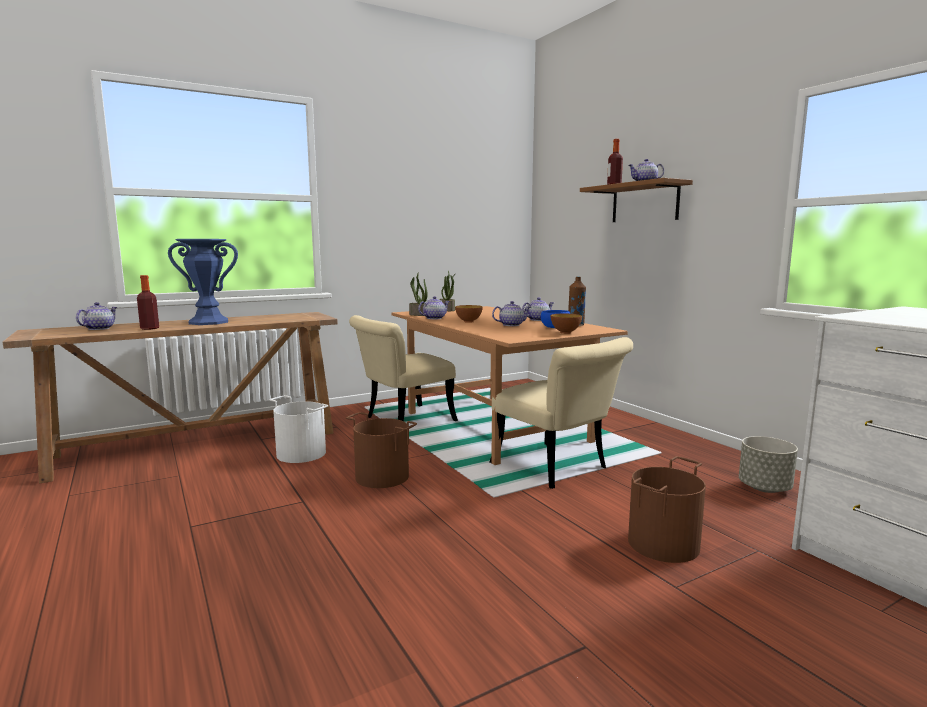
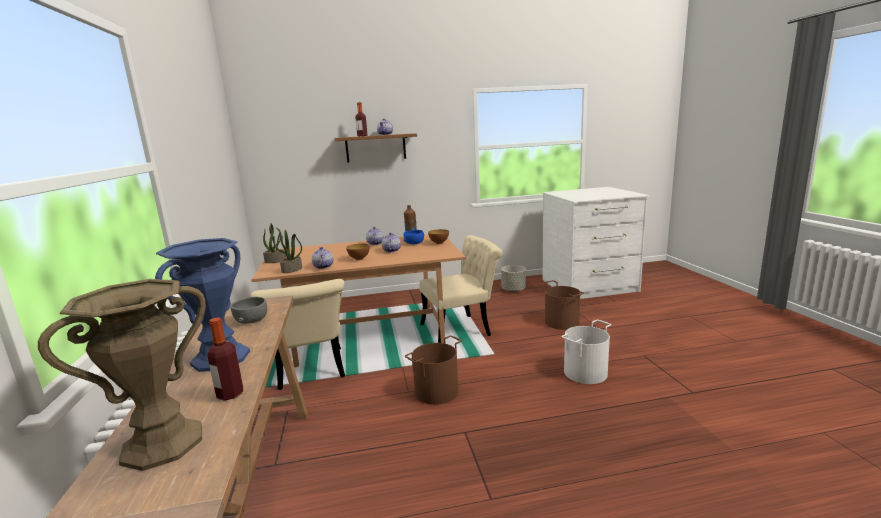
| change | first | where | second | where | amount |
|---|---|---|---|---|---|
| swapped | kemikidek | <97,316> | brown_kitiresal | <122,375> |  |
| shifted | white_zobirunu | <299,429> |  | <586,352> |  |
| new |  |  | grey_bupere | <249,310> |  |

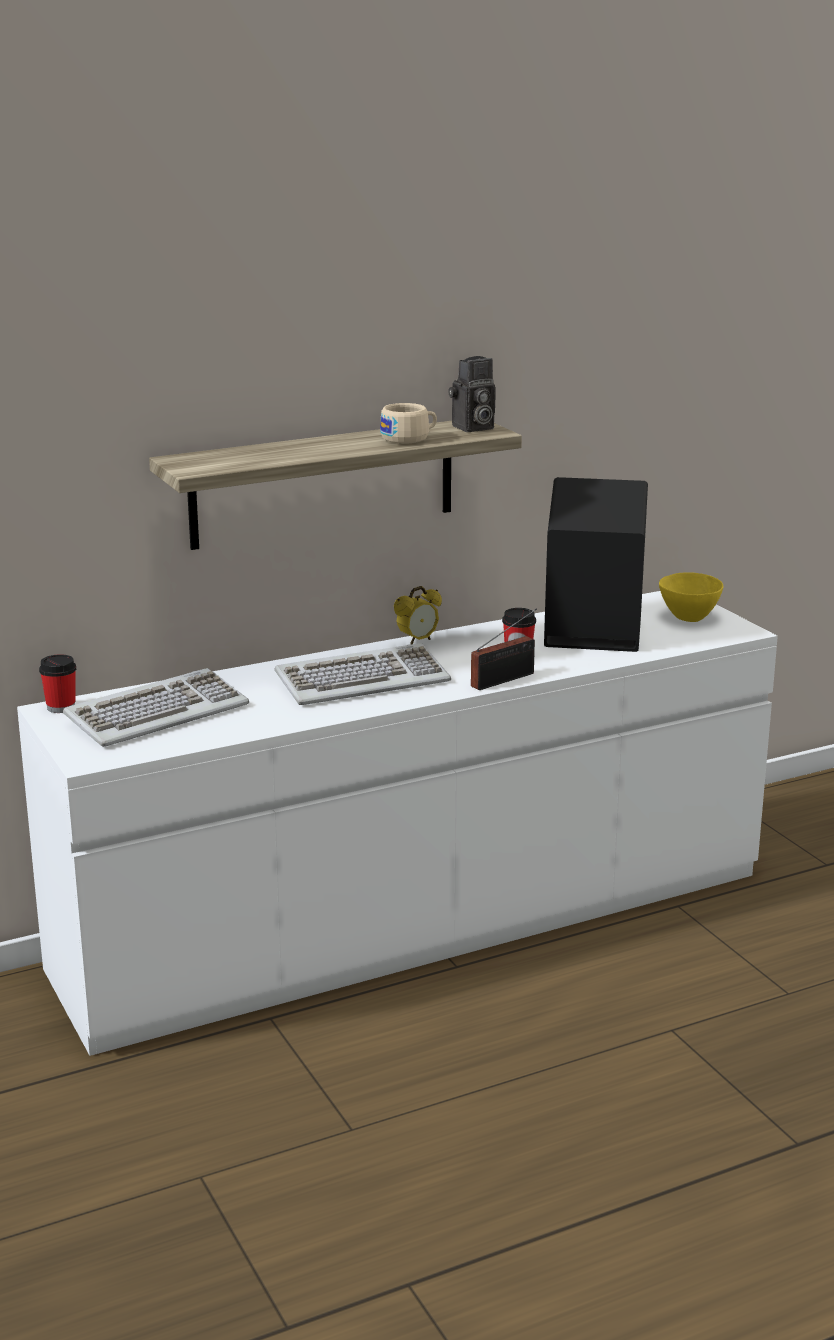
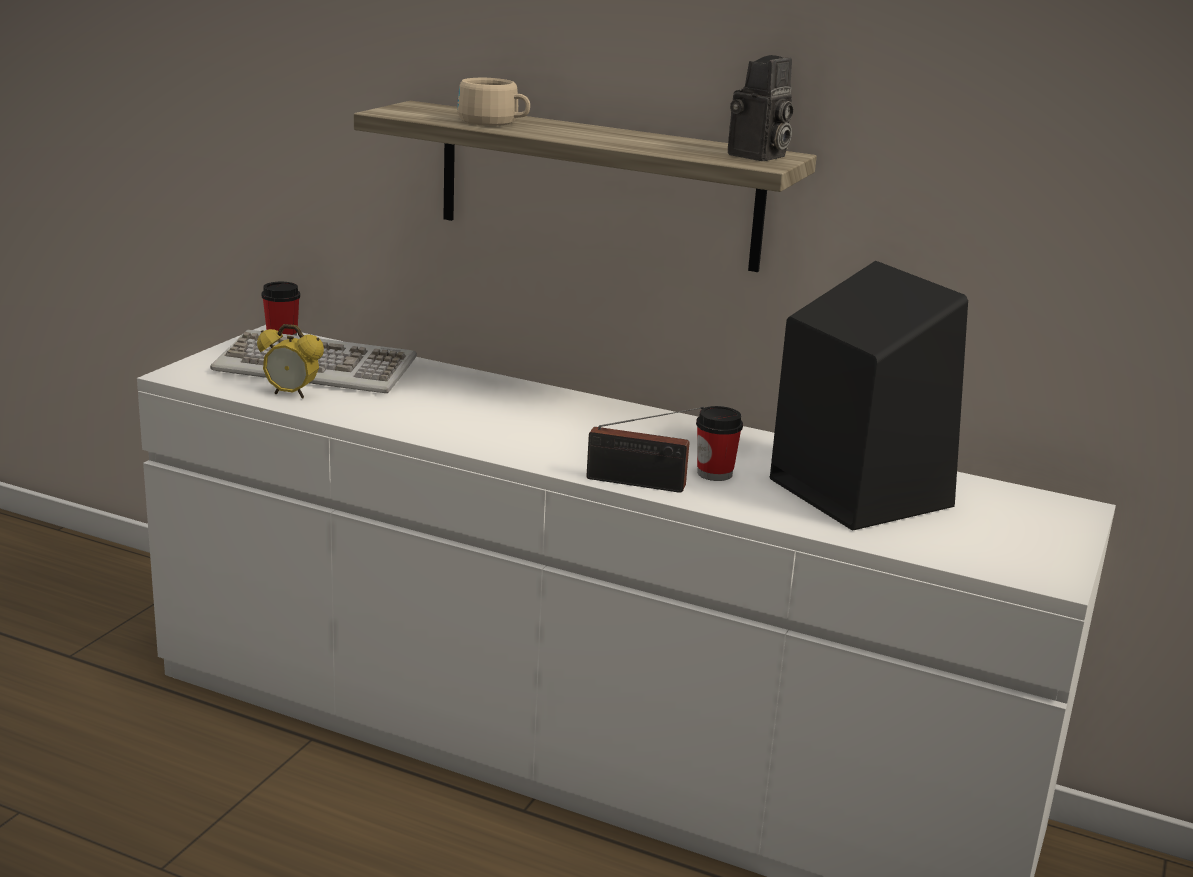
| change | first | where | second | where | amount |
|---|---|---|---|---|---|
| gone | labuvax | <362,674> |  |  |  |
| shifted | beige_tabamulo | <408,423> |  | <493,102> |  |
| shifted | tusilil | <418,615> |  | <290,361> |  |
| rotated | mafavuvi | <472,394> |  | <760,108> | 75 degrees counterclockwise |
| gone | yellow_bupere | <691,597> |  |  |  |

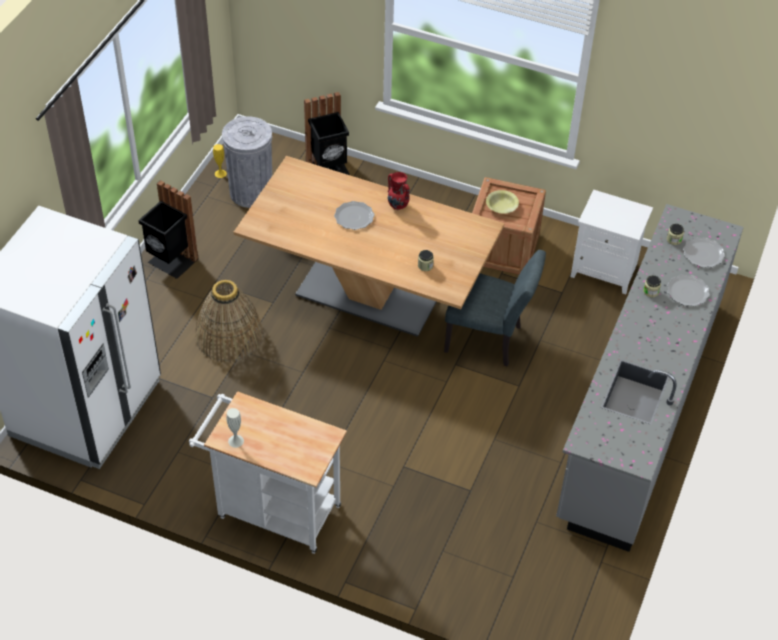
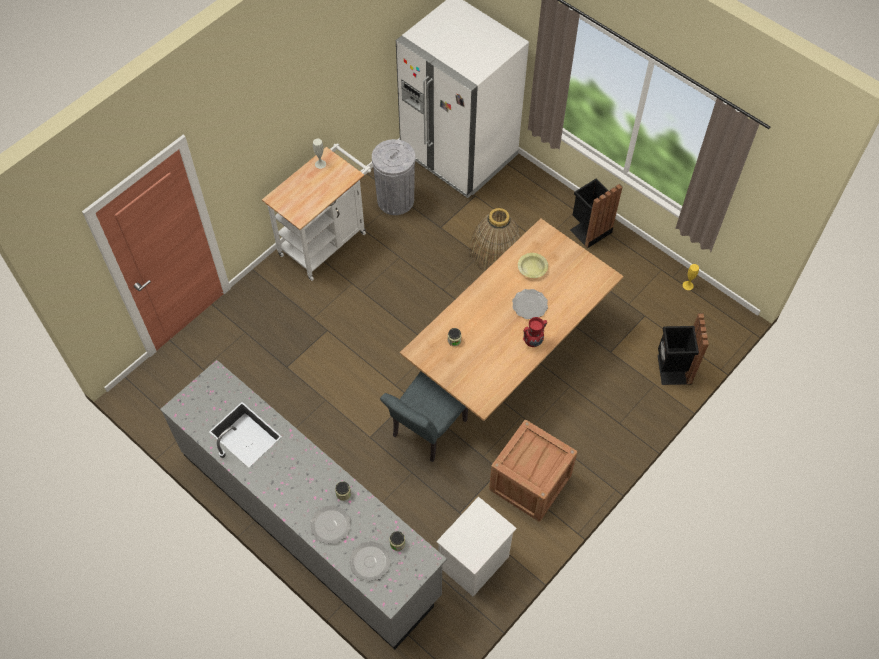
| change | first | where | second | where | amount |
|---|---|---|---|---|---|
| shifted | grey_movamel | <247,162> |  | <393,177> |  |
| shifted | yellow_bupere | <502,202> |  | <533,265> |  |

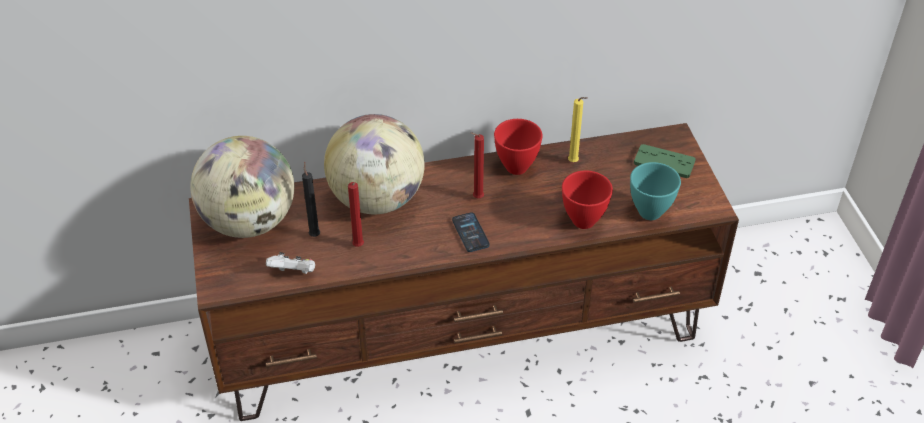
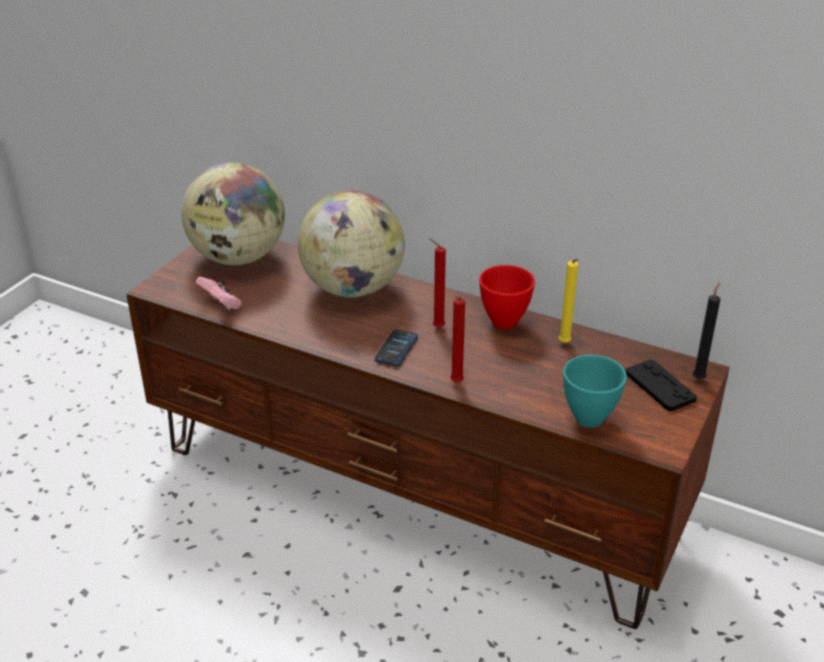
| change | first | where | second | where | amount |
|---|---|---|---|---|---|
| repainted | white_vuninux | <290,263> | pink_vuninux | <219,293> |  |
| shifted | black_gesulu | <311,199> |  | <707,331> |  |
| shifted | red_gesulu | <356,214> |  | <457,339> |  |
| gone | red_bupere | <587,199> |  |  |  |
| repainted | green_vuninux | <665,161> | black_vuninux | <661,385> |  |

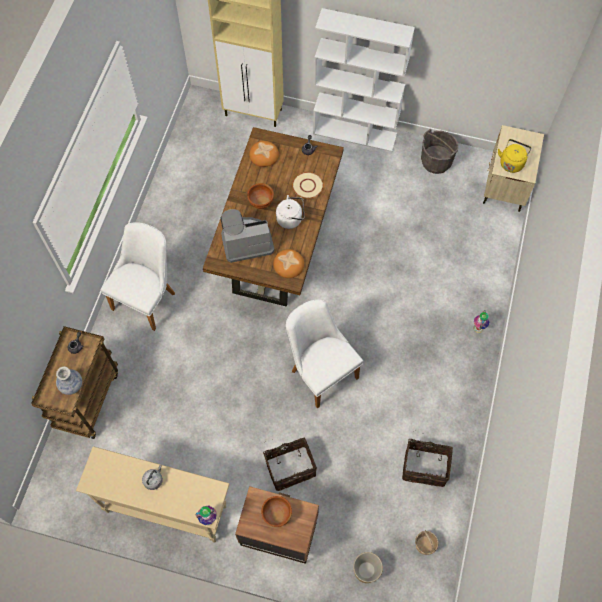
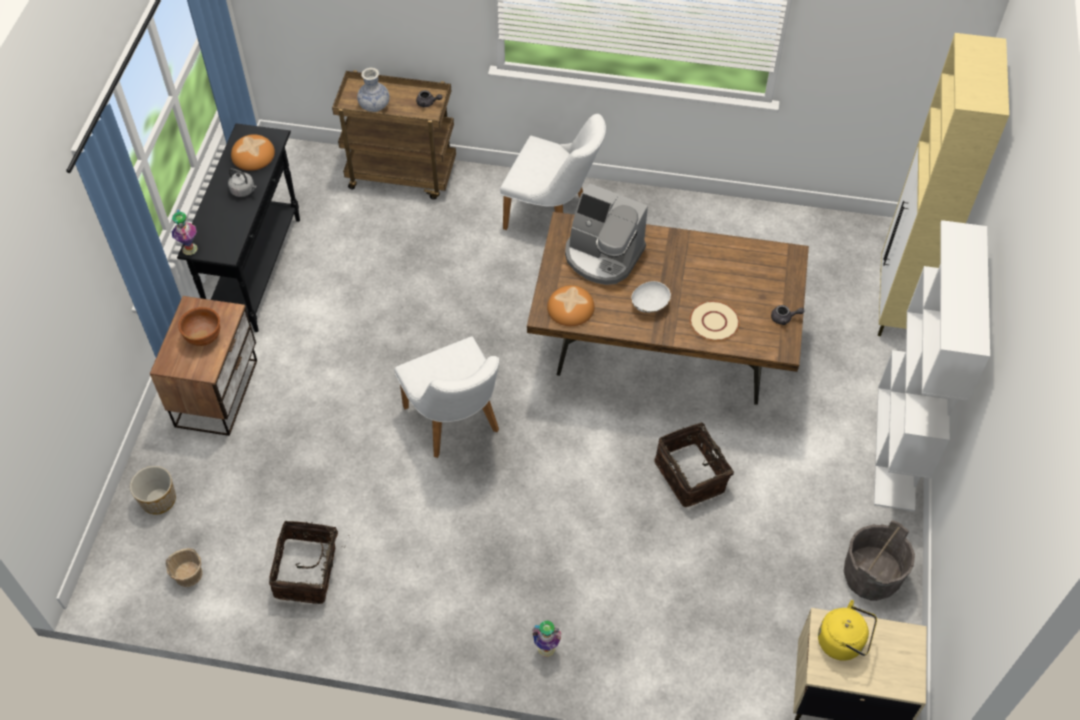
| change | first | where | second | where | amount |
|---|---|---|---|---|---|
| repainted | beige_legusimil | <153,494> | black_legusimil | <238,227> |  |
| rotated | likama | <248,236> |  | <606,234> | 135 degrees clockwise |
| gone | brown_bupere | <260,196> |  |  |  |
| shifted | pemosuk | <264,154> |  | <253,153> |  |
| shifted | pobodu | <290,464> |  | <694,464> |  |
| swapped | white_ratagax | <290,212> | white_bupere | <651,297> |  |
| rotated | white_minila | <324,354> |  | <446,397> | 105 degrees clockwise |

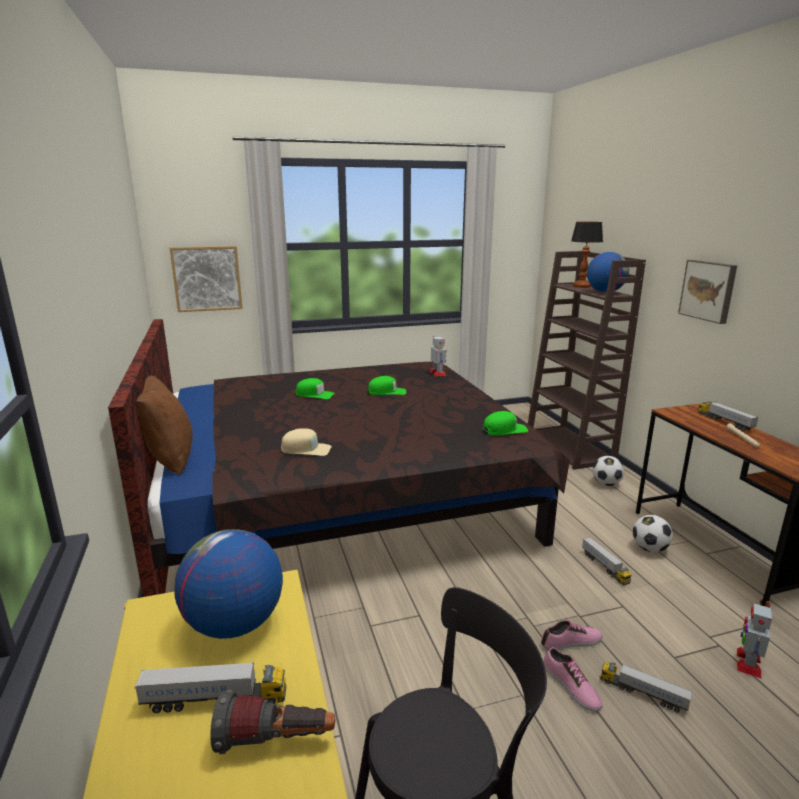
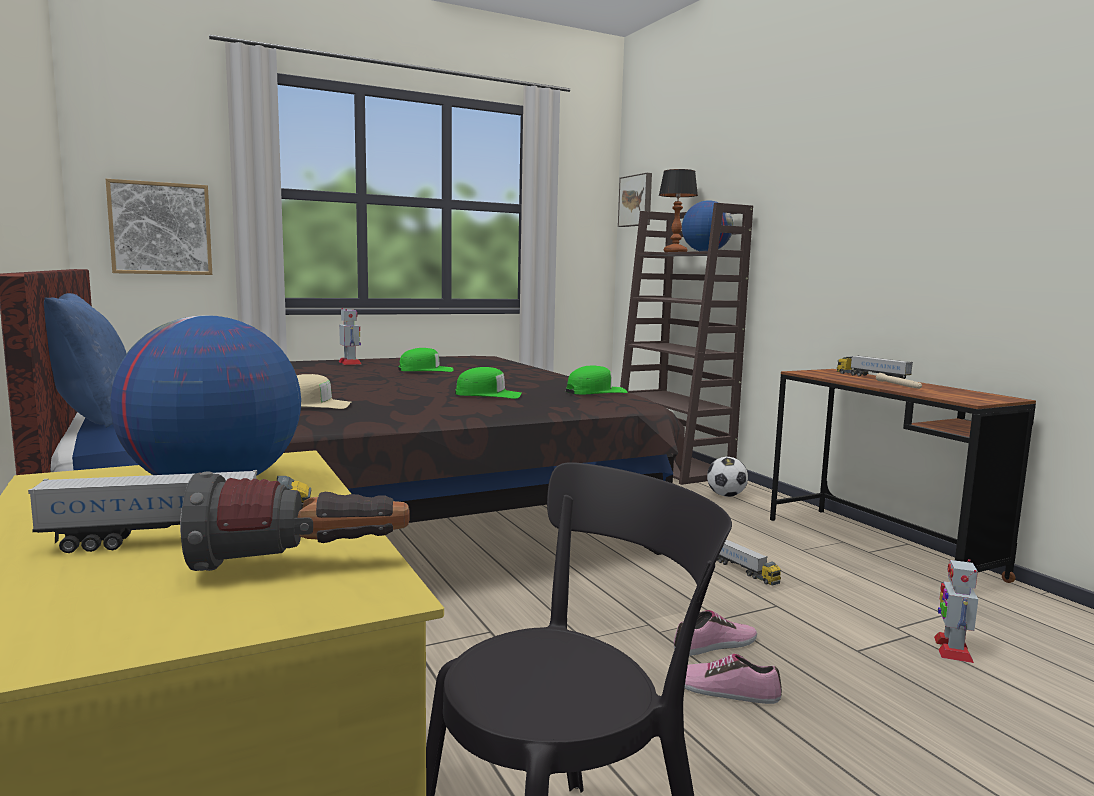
| change | first | where | second | where | amount |
|---|---|---|---|---|---|
| repainted | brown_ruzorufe | <164,426> | blue_ruzorufe | <85,360> |  |
| shifted | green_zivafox | <315,388> |  | <488,383> |  |
| shifted | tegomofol | <438,356> |  | <349,336> |  |
| rotated | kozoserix | <572,679> |  | <733,679> | 150 degrees clockwise |
| gone | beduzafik | <646,687> |  |  |  |
| gone | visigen | <653,533> |  |  |  |
| shifted | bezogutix | <707,292> |  | <635,200> |  |

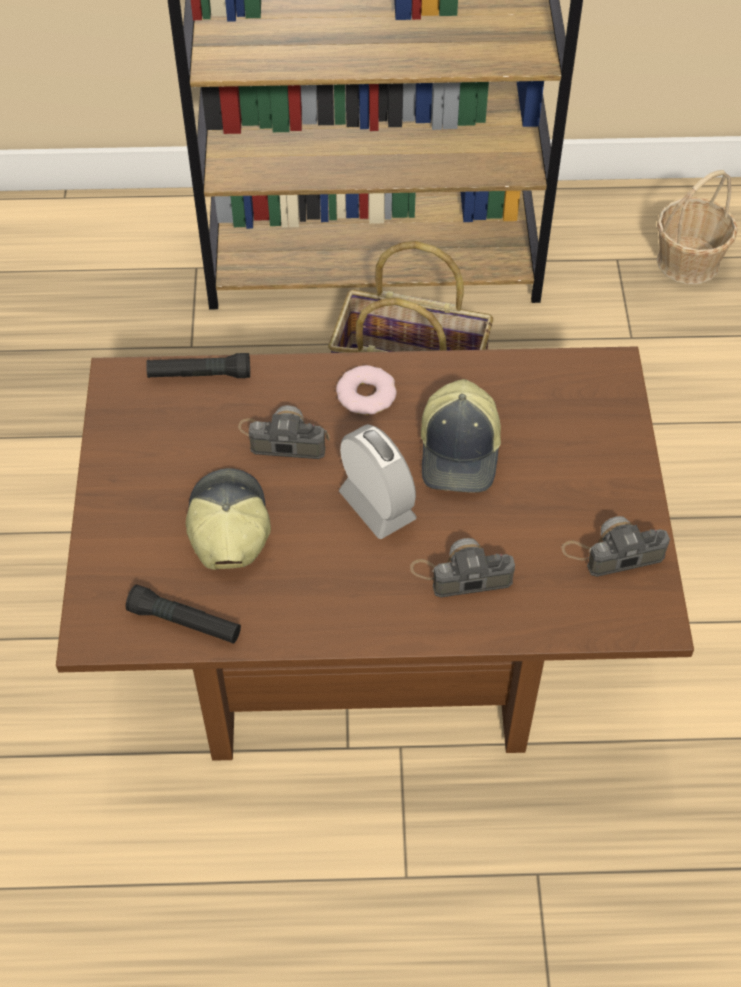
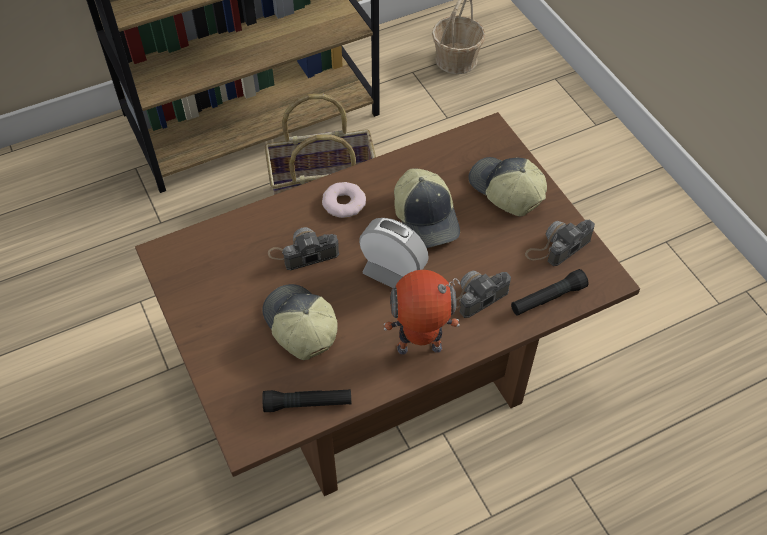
| change | first | where | second | where | amount |
|---|---|---|---|---|---|
| shifted | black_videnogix | <198,365> |  | <550,292> |  |
| new |  |  | tegomofol | <422,312> |  |
| new |  |  | zivafox | <507,187> |  |

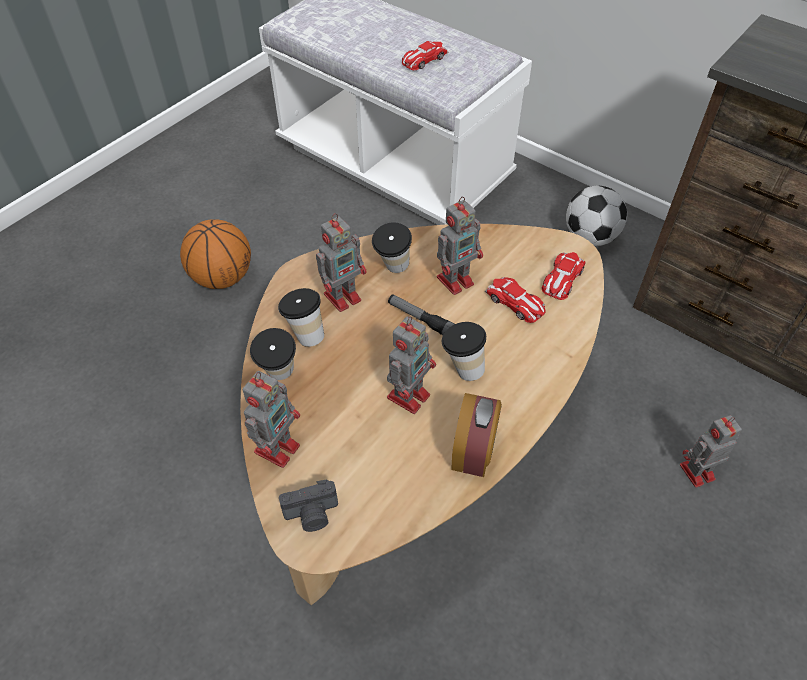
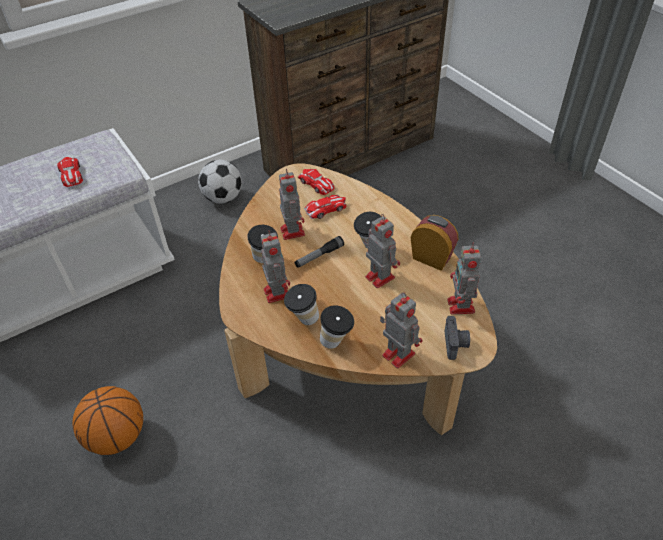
| change | first | where | second | where | amount |
|---|---|---|---|---|---|
| shifted | tegomofol | <711,451> |  | <464,279> |  |

